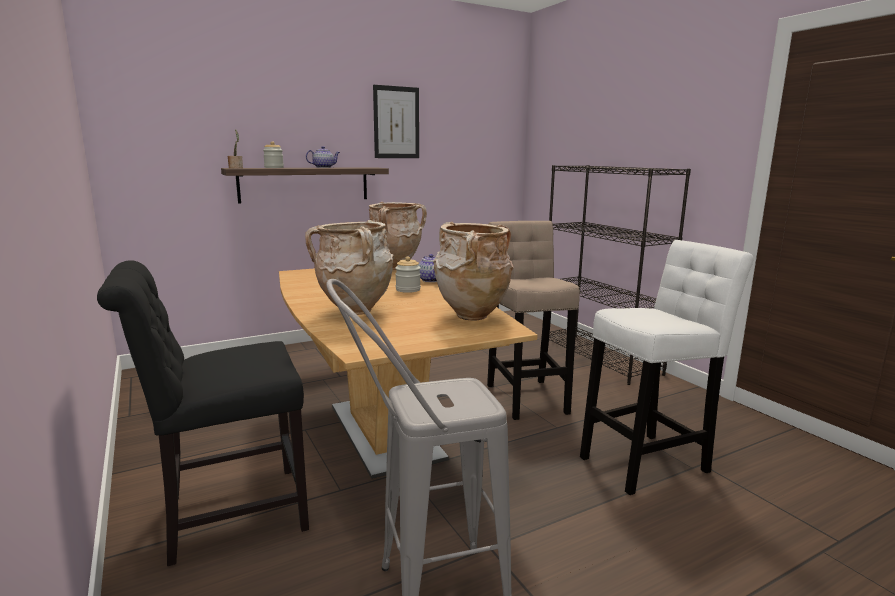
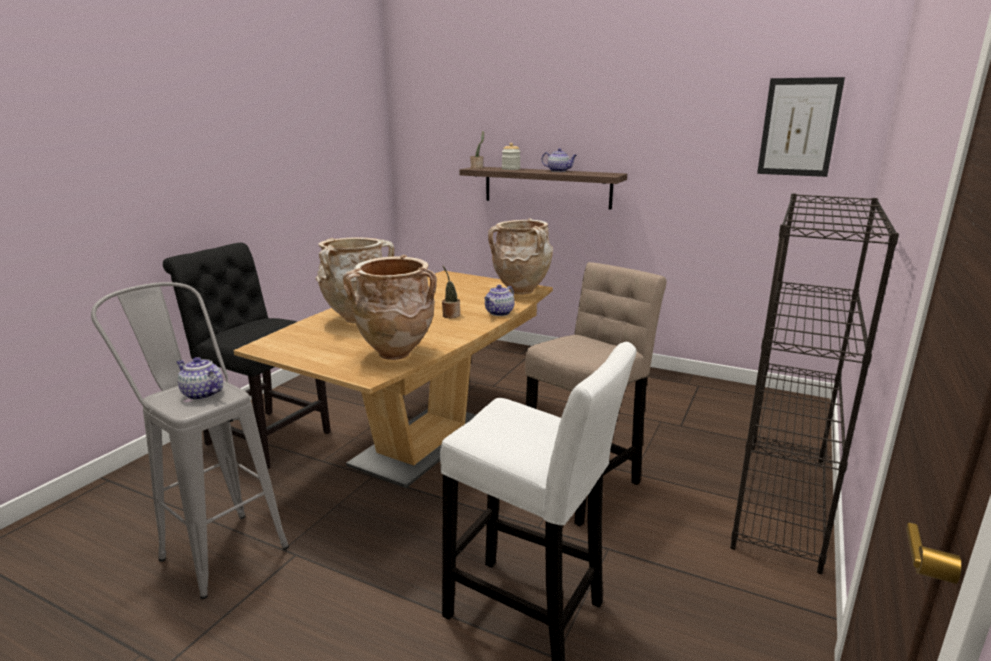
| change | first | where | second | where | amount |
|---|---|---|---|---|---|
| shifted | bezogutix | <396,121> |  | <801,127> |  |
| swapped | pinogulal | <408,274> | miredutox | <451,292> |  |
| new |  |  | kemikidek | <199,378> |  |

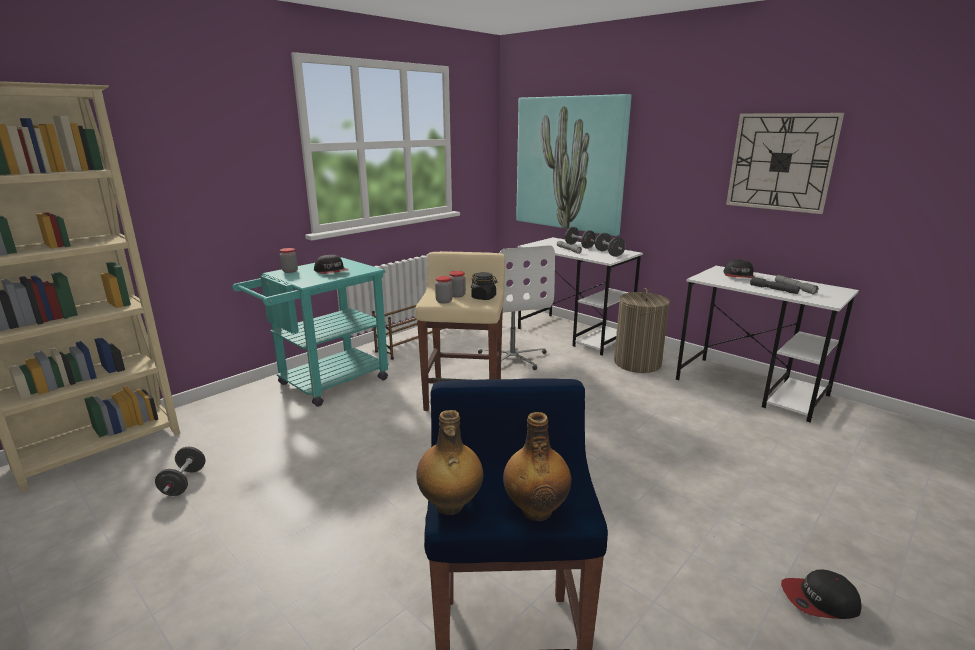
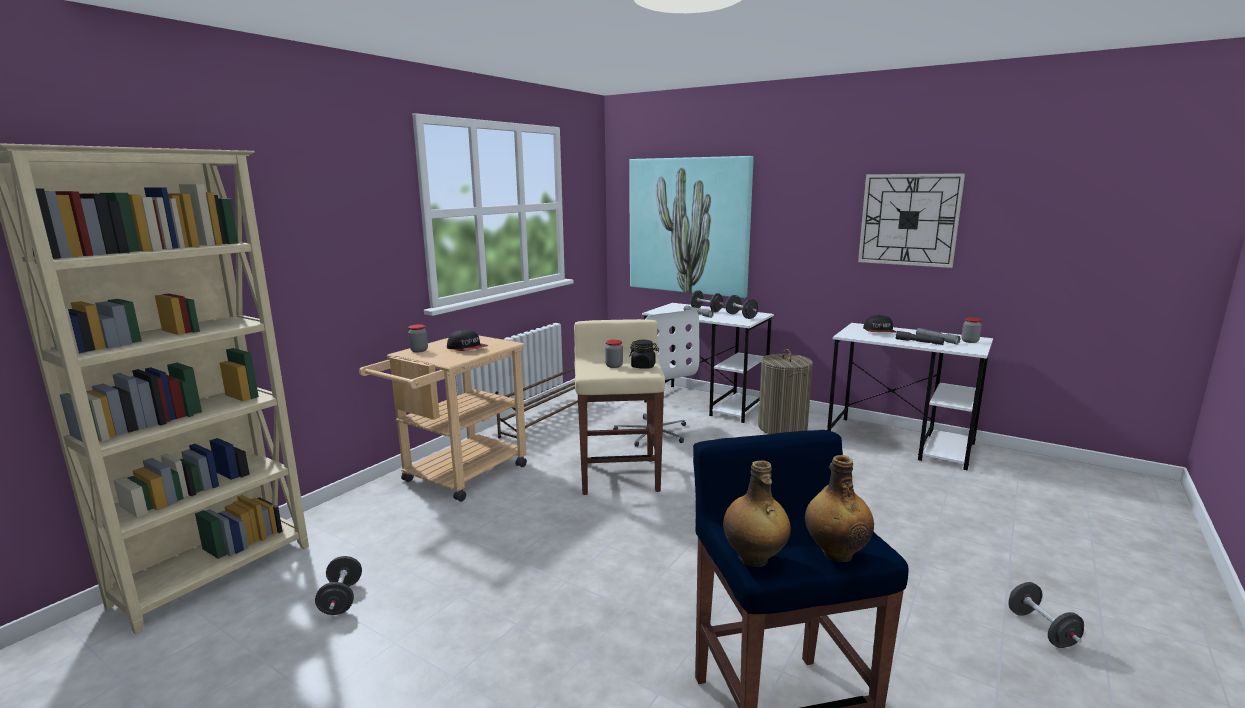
| change | first | where | second | where | amount |
|---|---|---|---|---|---|
| repainted | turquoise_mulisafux | <310,332> | beige_mulisafux | <443,418> |  |
| shifted | pinogulal | <444,290> |  | <972,330> |  |
| swapped | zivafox | <821,594> | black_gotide | <1046,615> |  |

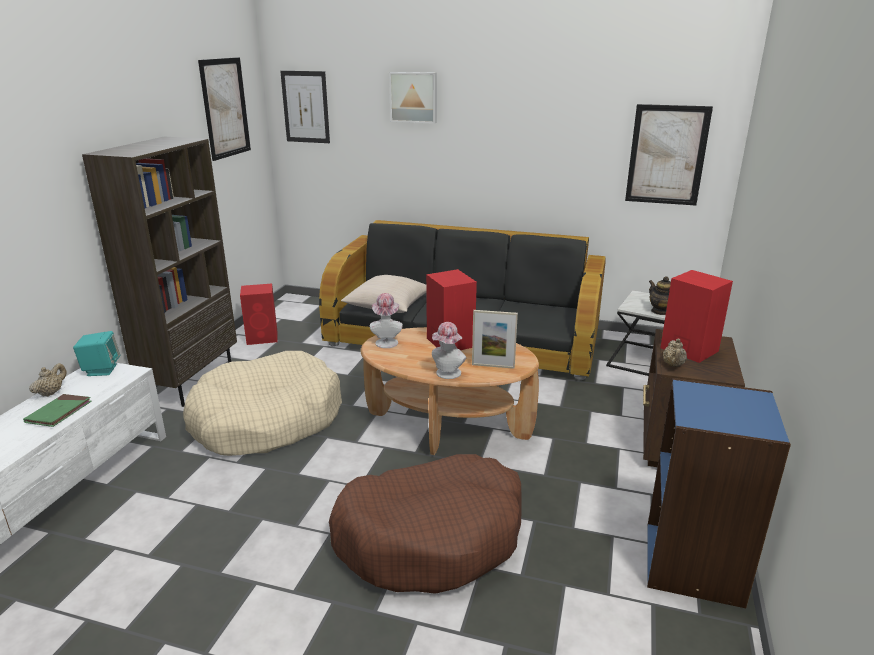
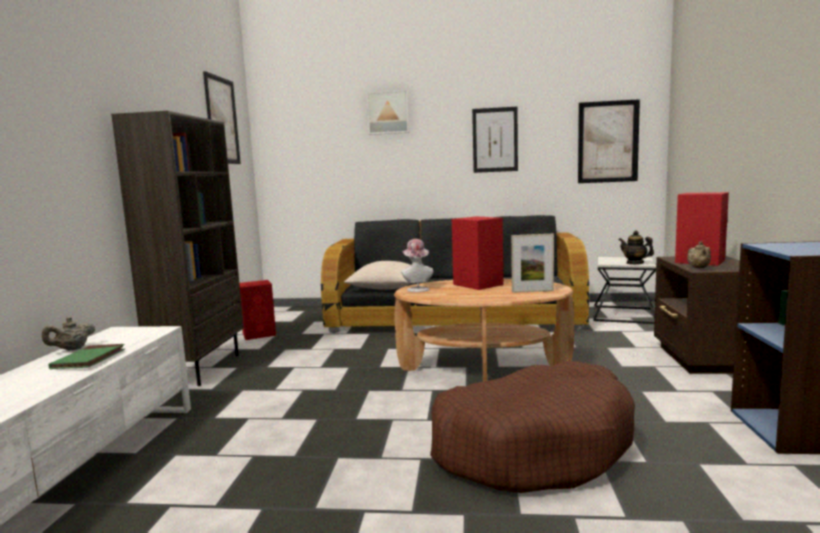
| change | first | where | second | where | amount |
|---|---|---|---|---|---|
| rotated | beige_kemikidek | <48,380> |  | <68,334> | 150 degrees counterclockwise |
| gone | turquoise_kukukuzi | <96,353> |  |  |  |
| gone | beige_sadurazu | <262,403> |  |  |  |
| shifted | bezogutix | <305,107> |  | <495,140> |  |
| gone | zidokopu | <449,350> |  |  |  |

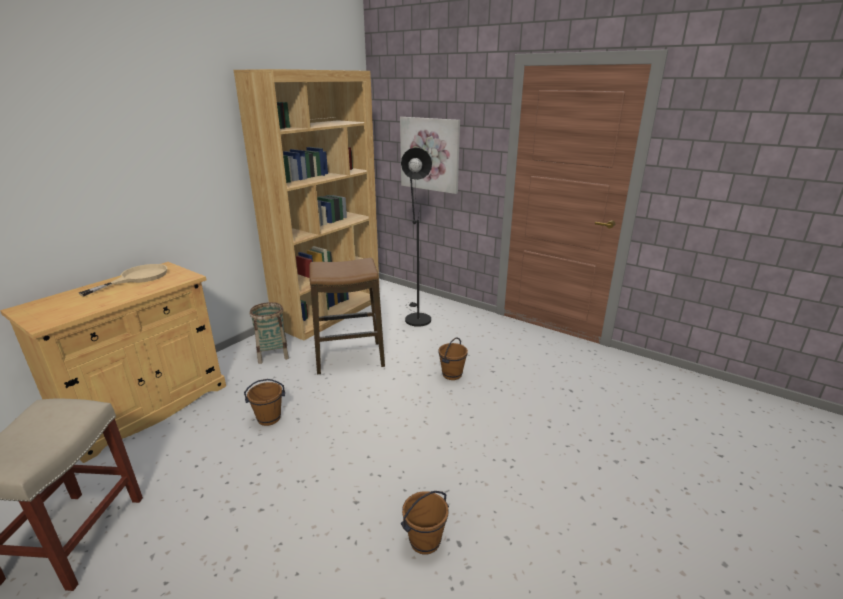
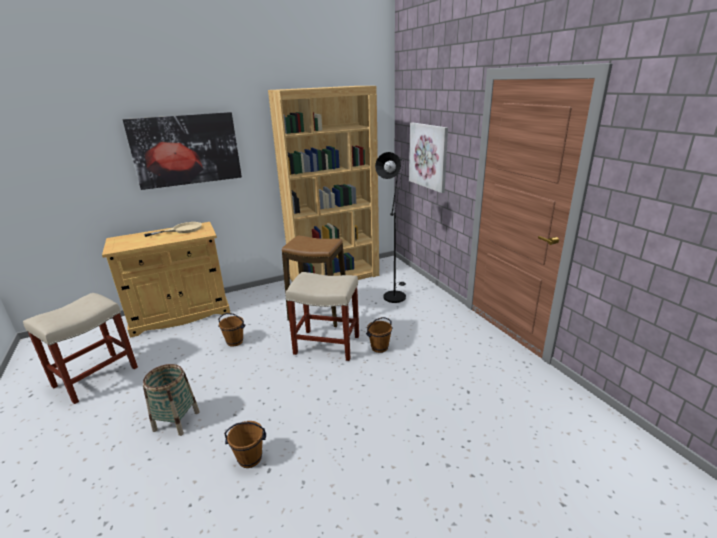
| change | first | where | second | where | amount |
|---|---|---|---|---|---|
| shifted | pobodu | <269,333> |  | <171,400> |  |
| new |  |  | bezogutix | <182,151> |  |
| new |  |  | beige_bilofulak | <322,316> |  |

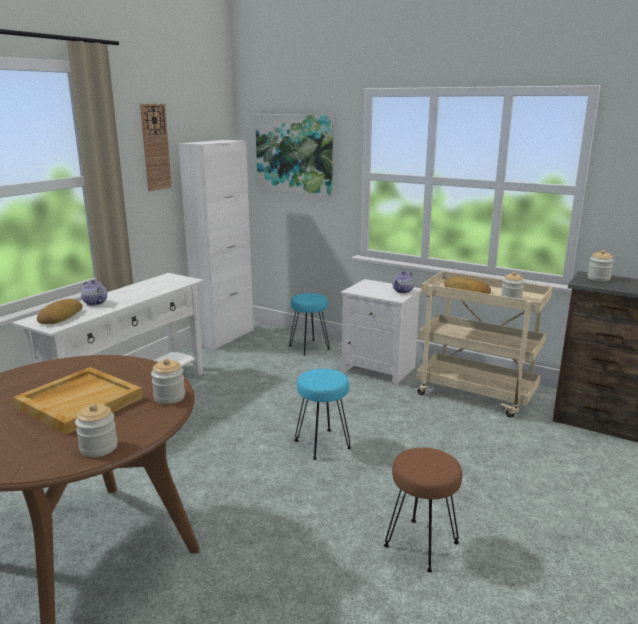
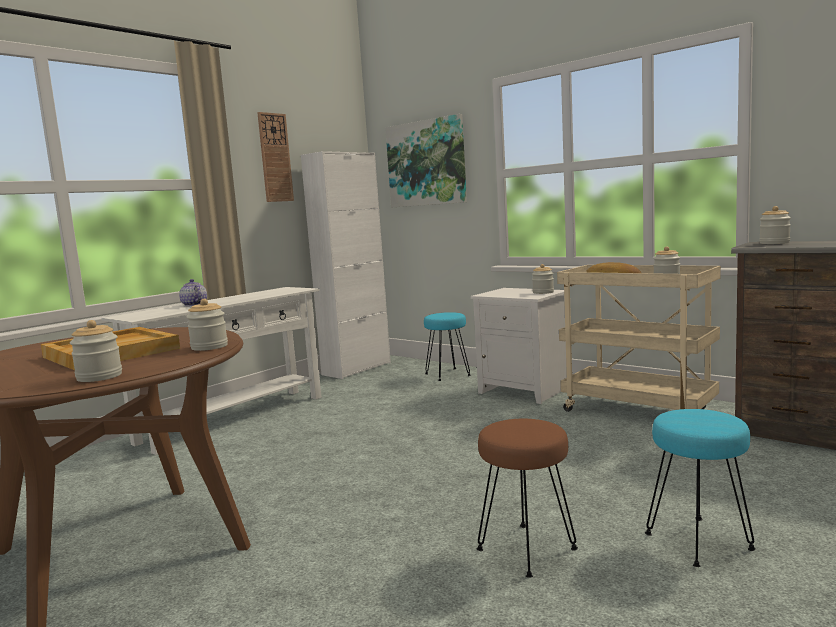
| change | first | where | second | where | amount |
|---|---|---|---|---|---|
| gone | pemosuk | <60,311> |  |  |  |
| shifted | turquoise_bilofulak | <322,414> |  | <700,488> |  |
| swapped | kemikidek | <403,282> | pinogulal | <543,279> |  |

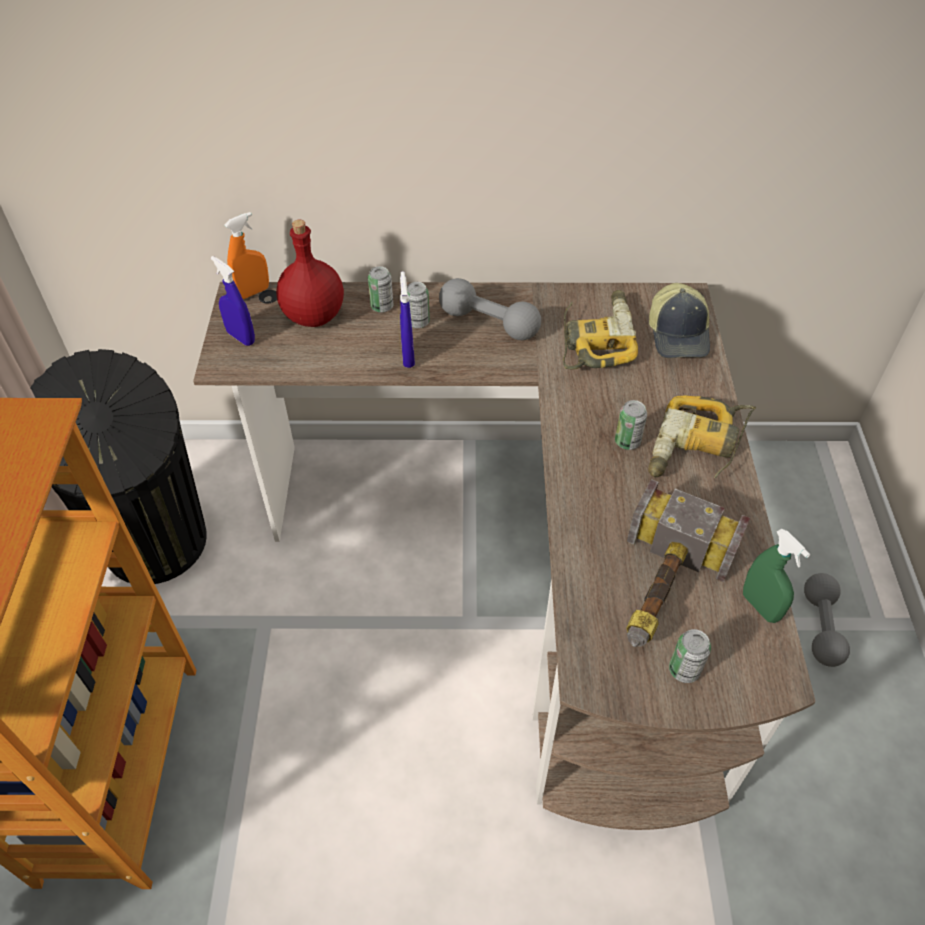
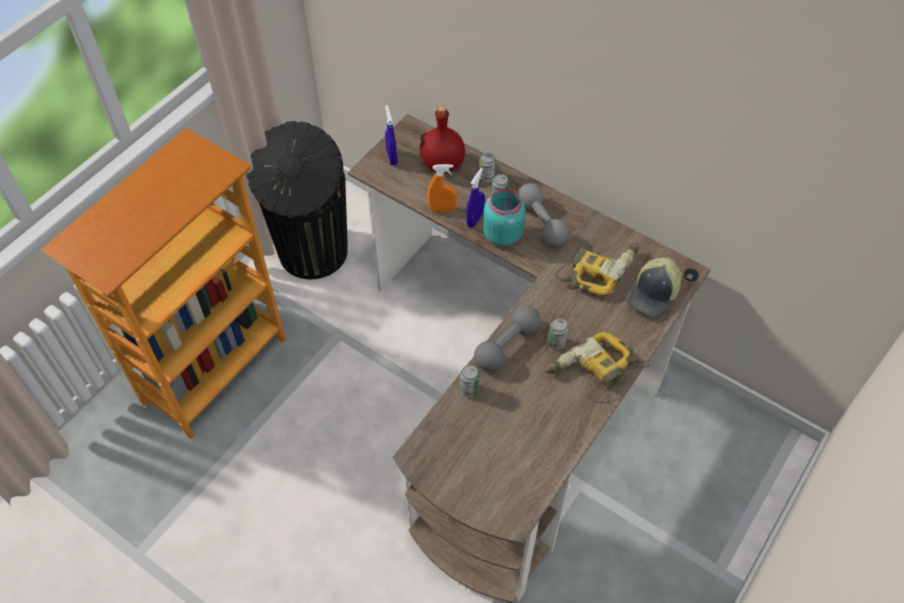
| change | first | where | second | where | amount |
|---|---|---|---|---|---|
| shifted | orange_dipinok | <246,255> |  | <442,188> |  |
| gone | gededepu | <688,563> |  |  |  |
| shifted | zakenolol | <690,656> |  | <469,381> |  |
| gone | green_dipinok | <776,576> |  |  |  |
| shifted | grey_gotide | <827,620> |  | <507,338> |  |
| new |  |  | turquoise_pinogulal | <504,218> |  |

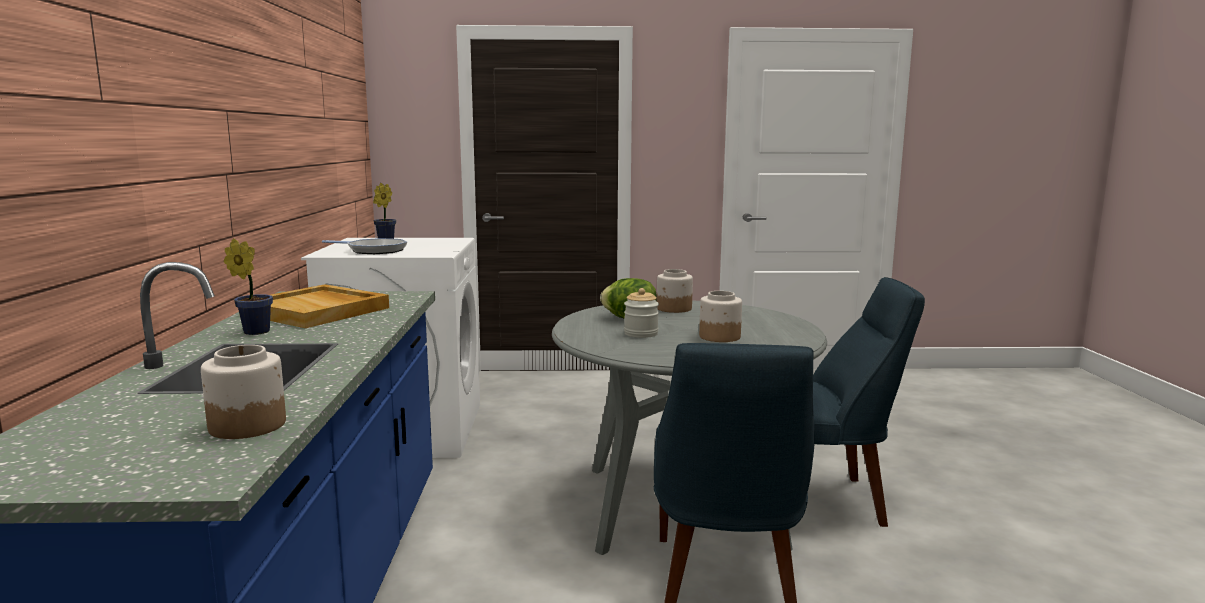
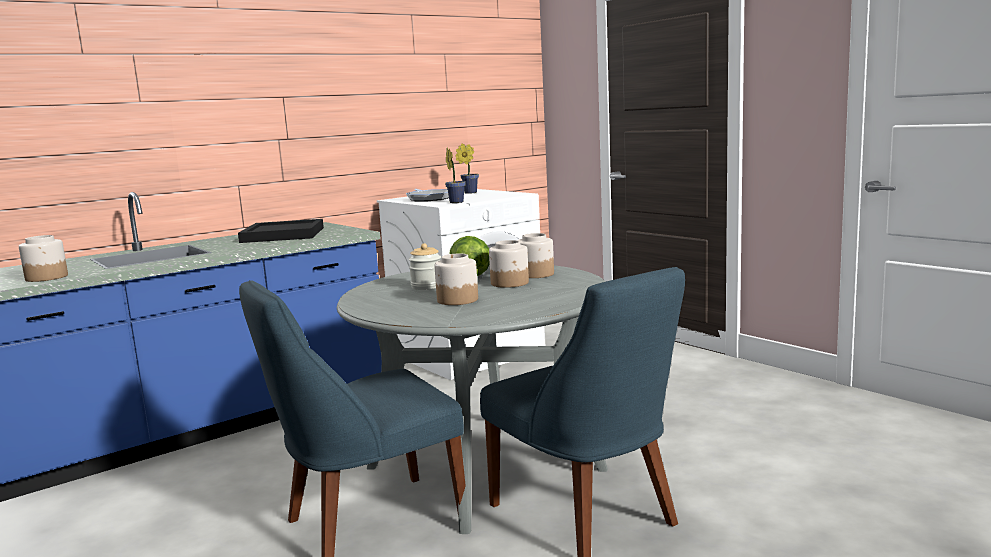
| change | first | where | second | where | amount |
|---|---|---|---|---|---|
| shifted | miredutox | <248,286> |  | <455,175> |  |
| repainted | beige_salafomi | <329,306> | black_salafomi | <281,231> |  |
| new |  |  | pinogulal | <509,264> |  |

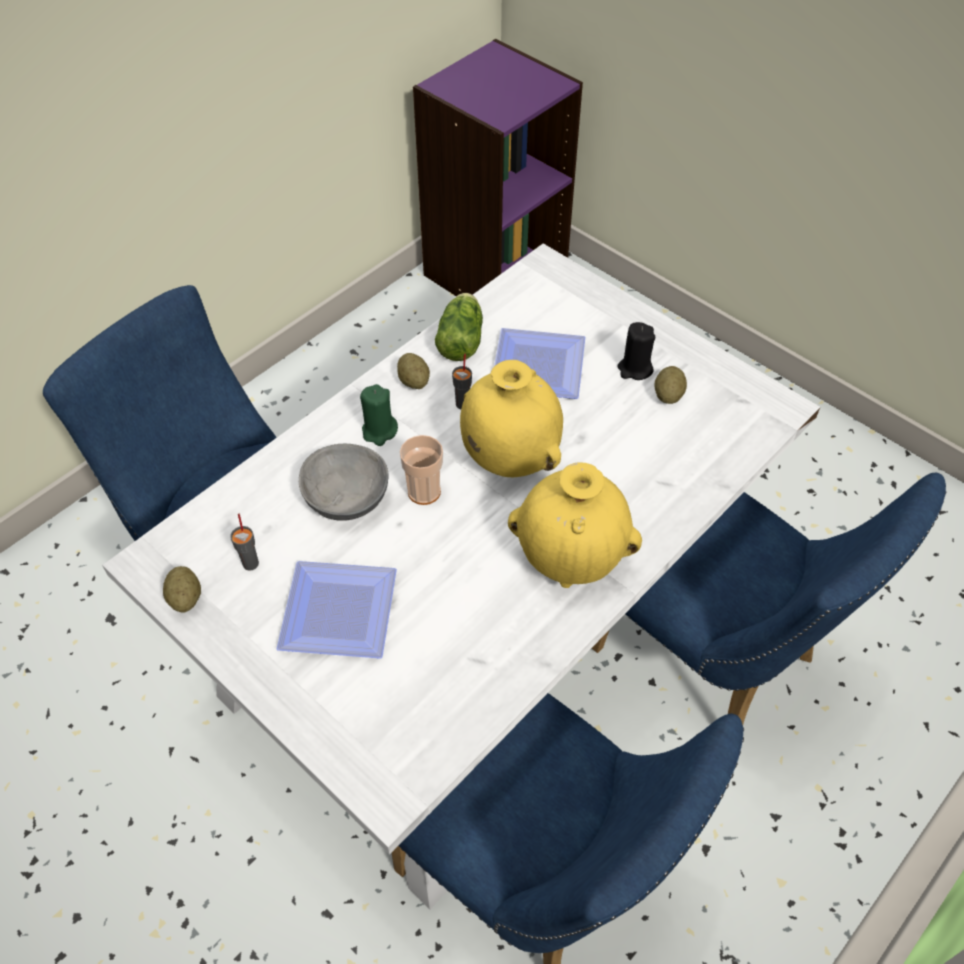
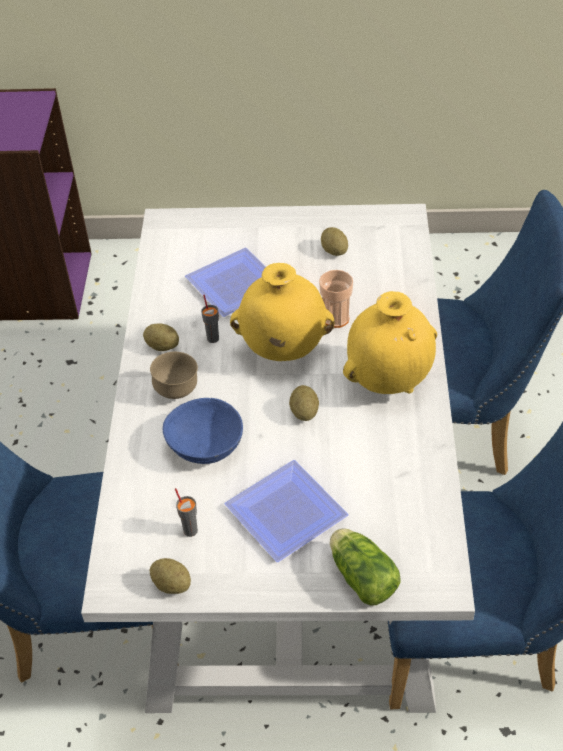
| change | first | where | second | where | amount |
|---|---|---|---|---|---|
| repainted | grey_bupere | <343,482> | blue_bupere | <203,431> |  |
| swapped | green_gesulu | <379,415> | brown_bupere | <174,375> |  |
| shifted | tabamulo | <421,470> |  | <336,299> |  |
| shifted | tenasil | <459,327> |  | <365,567> |  |
| gone | black_gesulu | <636,351> |  |  |  |
| new |  |  | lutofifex | <304,403> |  |

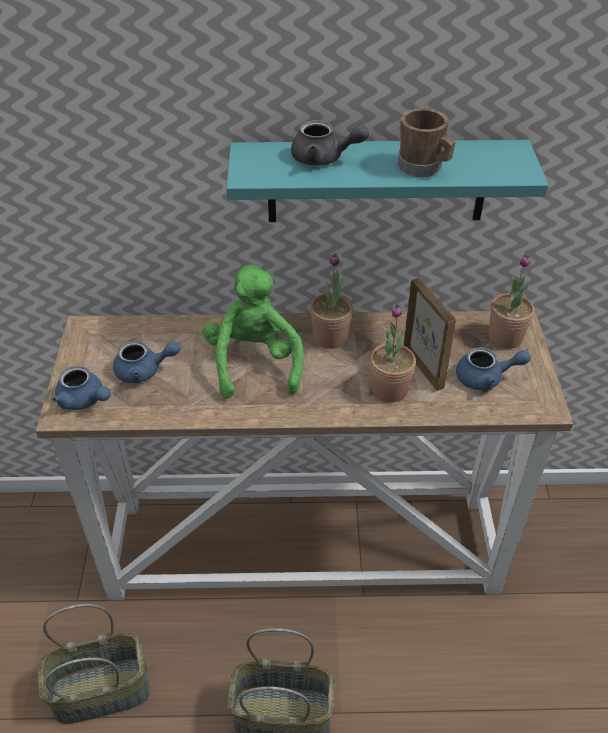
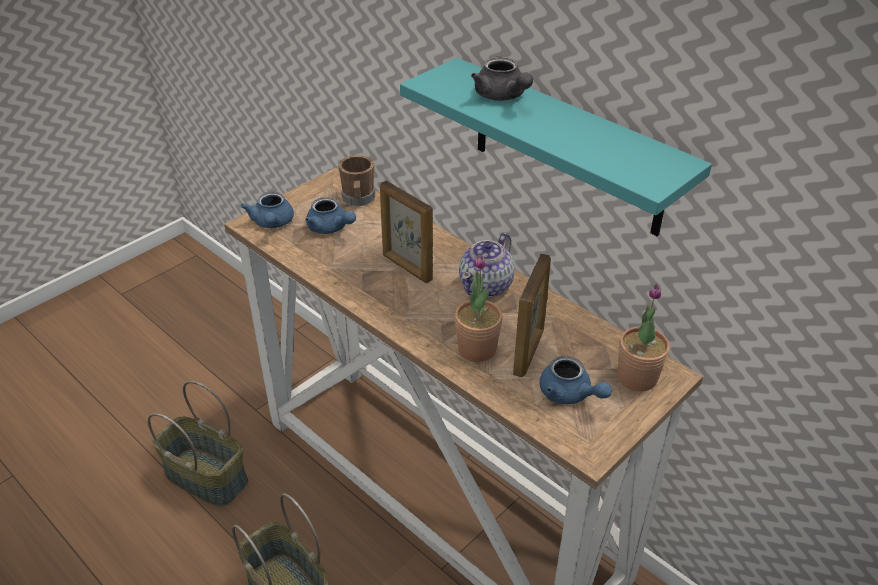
| change | first | where | second | where | amount |
|---|---|---|---|---|---|
| swapped | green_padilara | <253,331> | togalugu | <406,232> |  |
| swapped | miredutox | <331,301> | kemikidek | <487,265> |  |
| shifted | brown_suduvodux | <427,142> |  | <356,180> |  |

